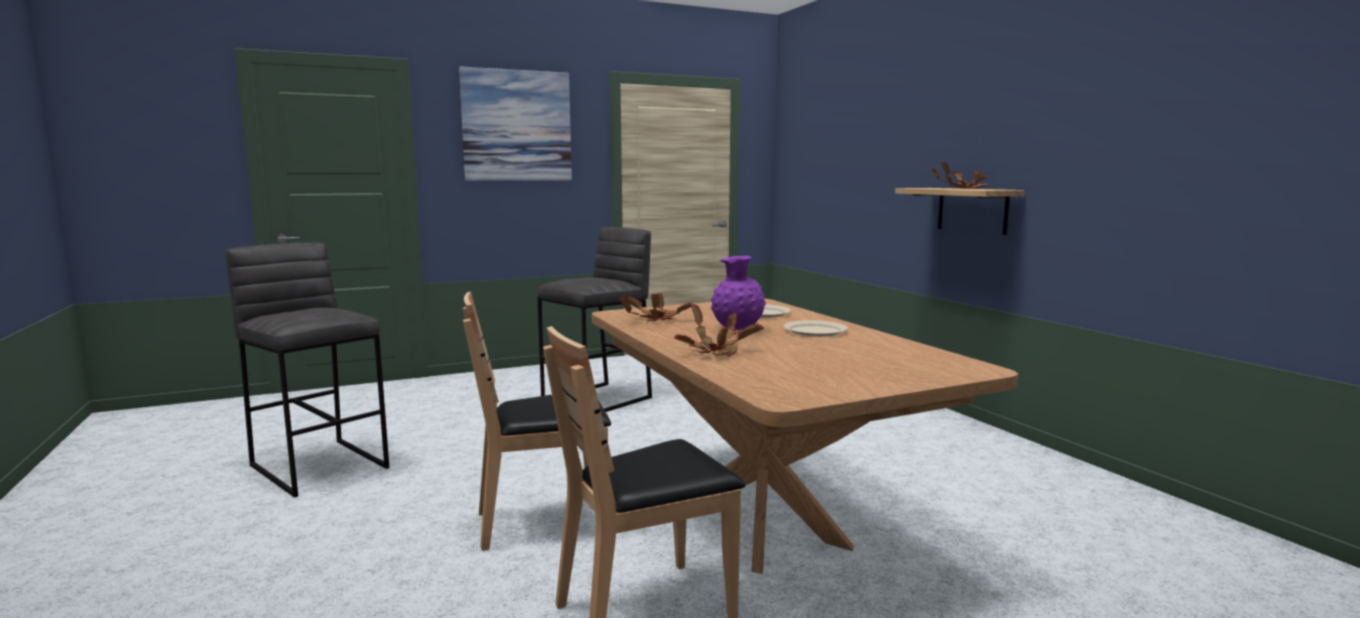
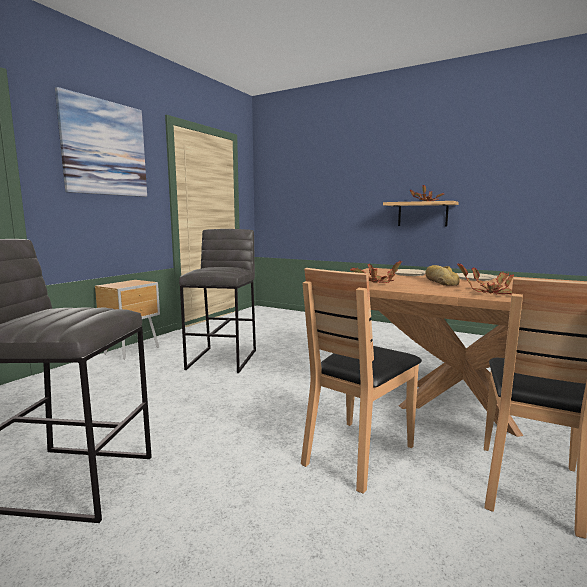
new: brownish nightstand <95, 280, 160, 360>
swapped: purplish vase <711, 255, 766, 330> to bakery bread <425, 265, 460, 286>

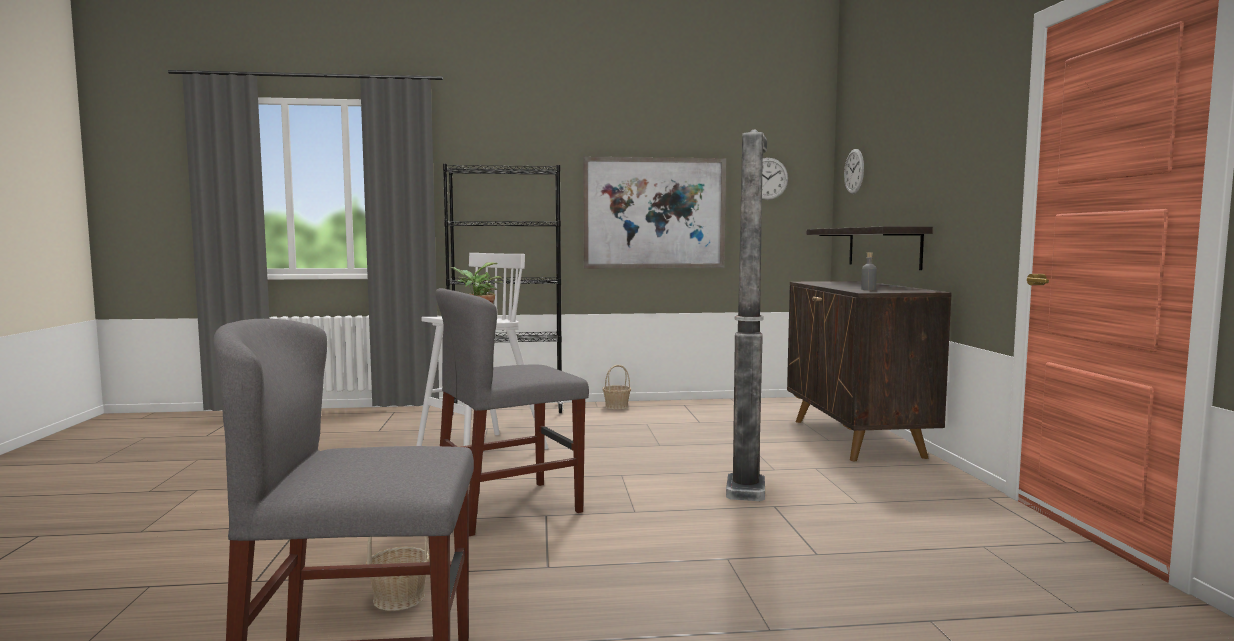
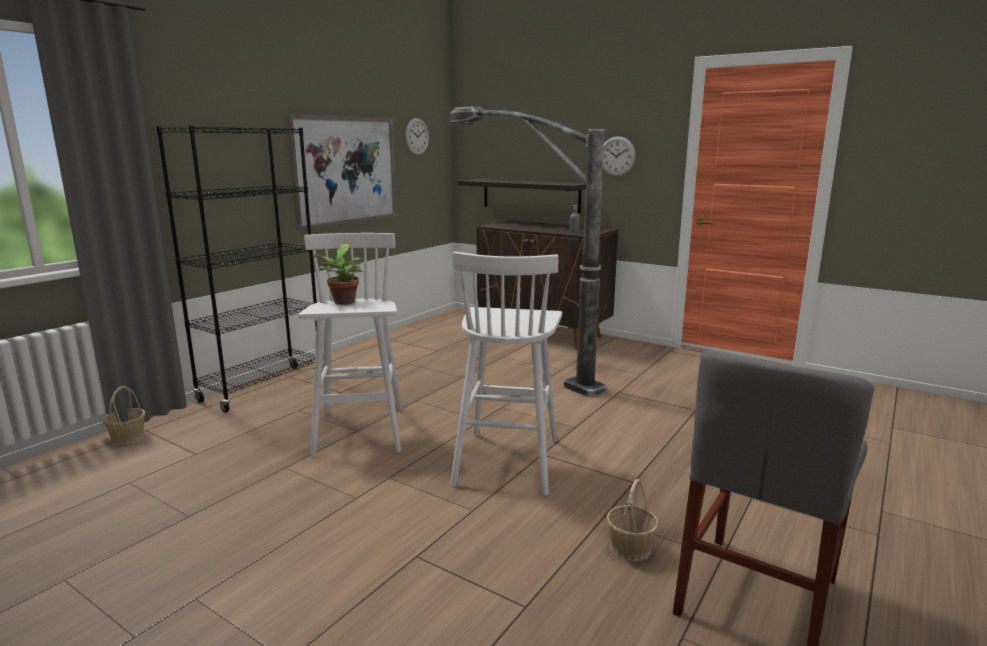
shifted: basket <602, 365, 631, 410> to <103, 386, 145, 445>; clock on the wall <844, 149, 864, 194> to <603, 136, 636, 176>
swapped: greyish plain chair <435, 288, 589, 536> to white-coloured stool <450, 251, 562, 496>

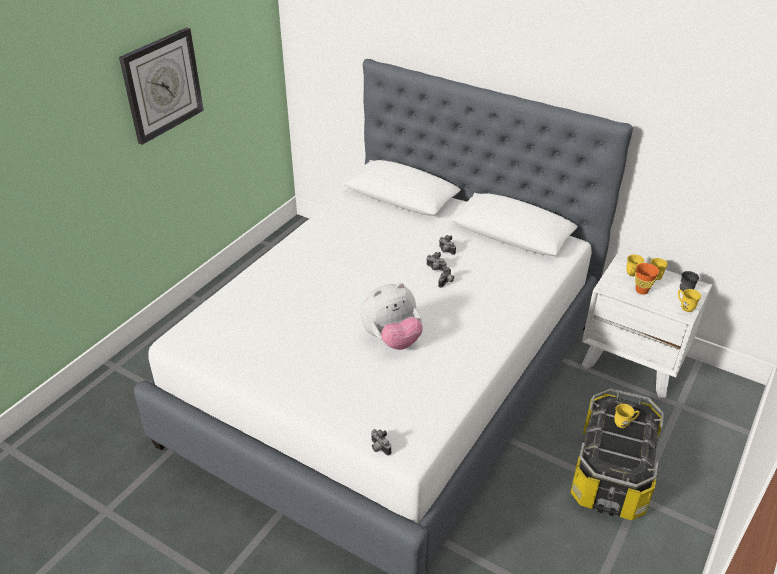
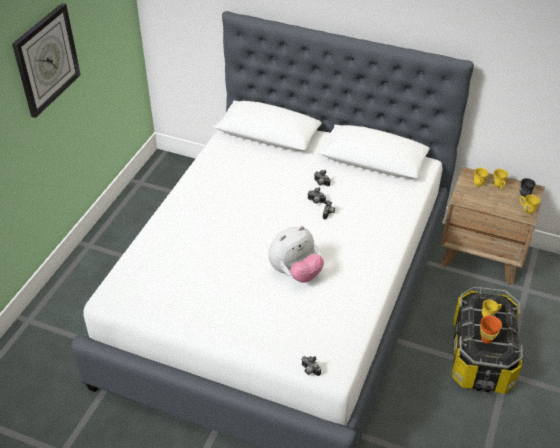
shifted: orange drinking cup <635, 263, 659, 295> to <480, 315, 502, 344>
repainted: white-coloured nightstand <581, 254, 712, 398> to brownish nightstand <441, 167, 545, 285>

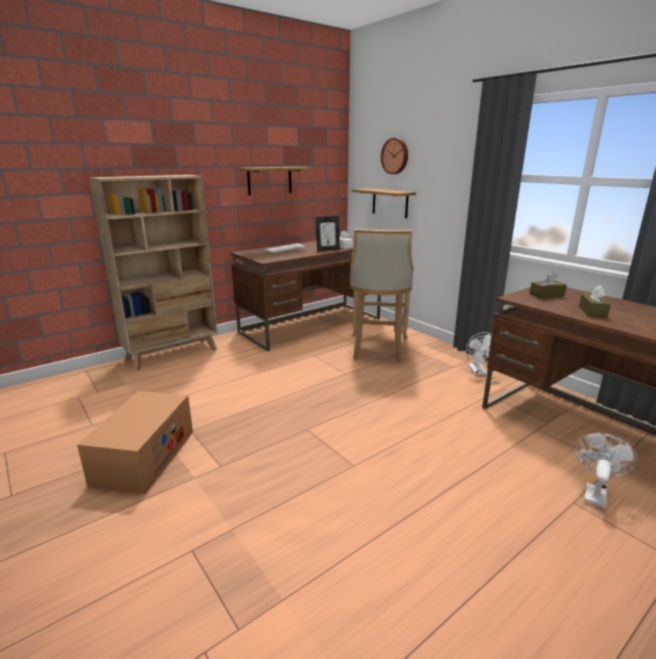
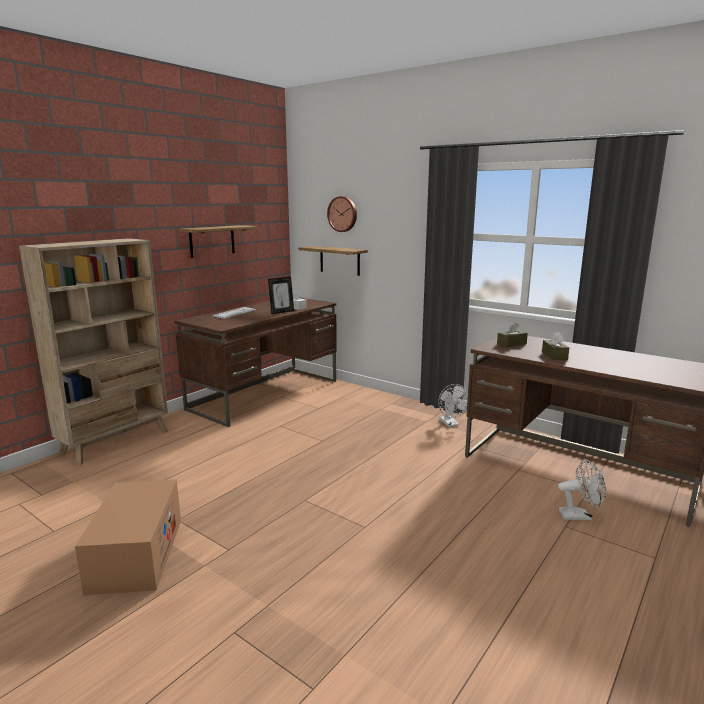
gone: sand-coloured stool <350, 229, 414, 362>
rotated: white-coloured cooling fan <574, 433, 638, 509> = <558, 459, 606, 520> 75 degrees clockwise

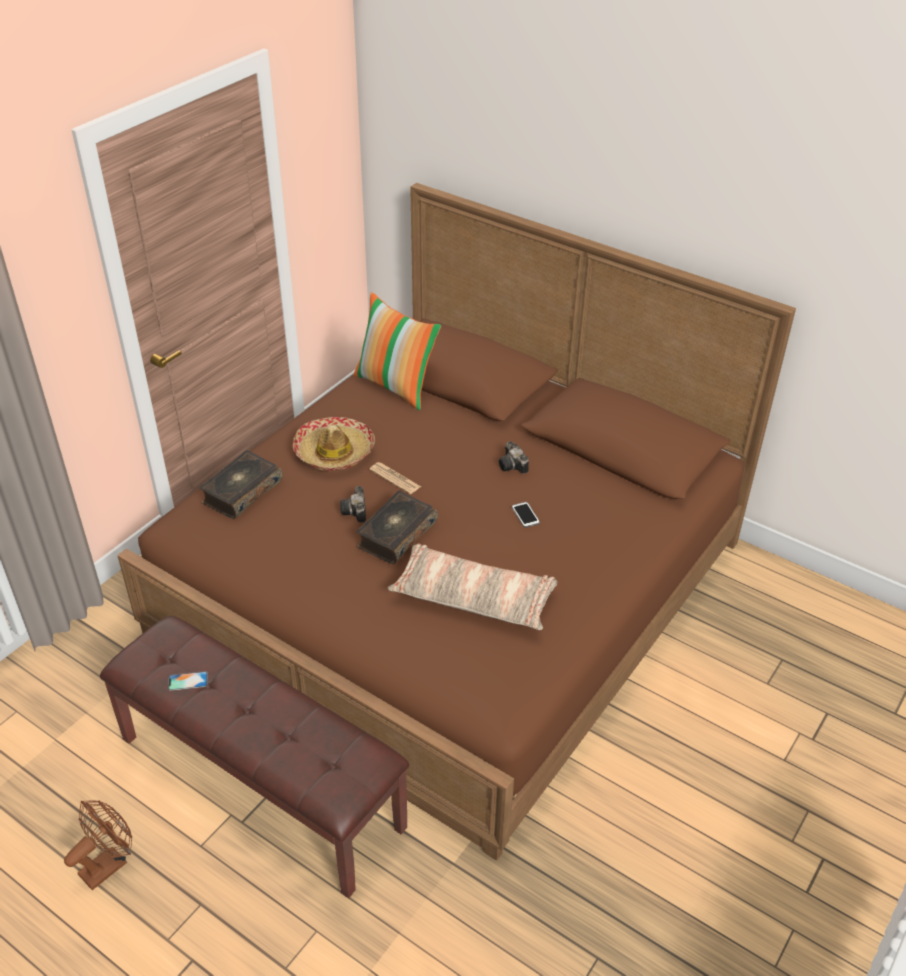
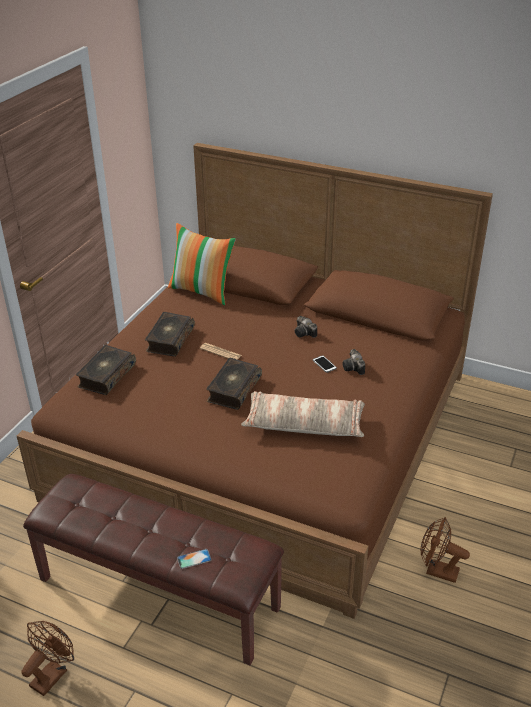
new: brownish cooling fan <421, 517, 470, 583>
shifted: telephone <168, 671, 208, 691> to <177, 549, 211, 569>; still camera <340, 486, 366, 523> to <343, 349, 365, 375>
swapped: hat <293, 417, 375, 471> to book <145, 312, 195, 357>

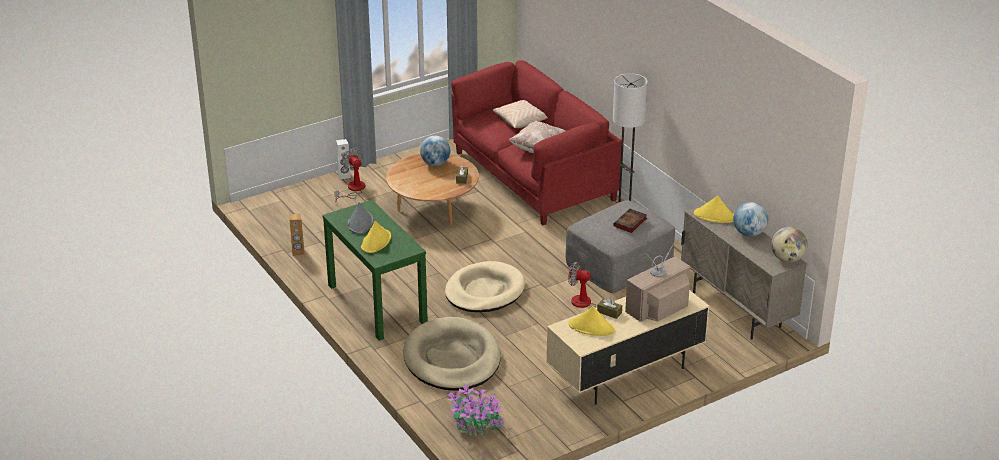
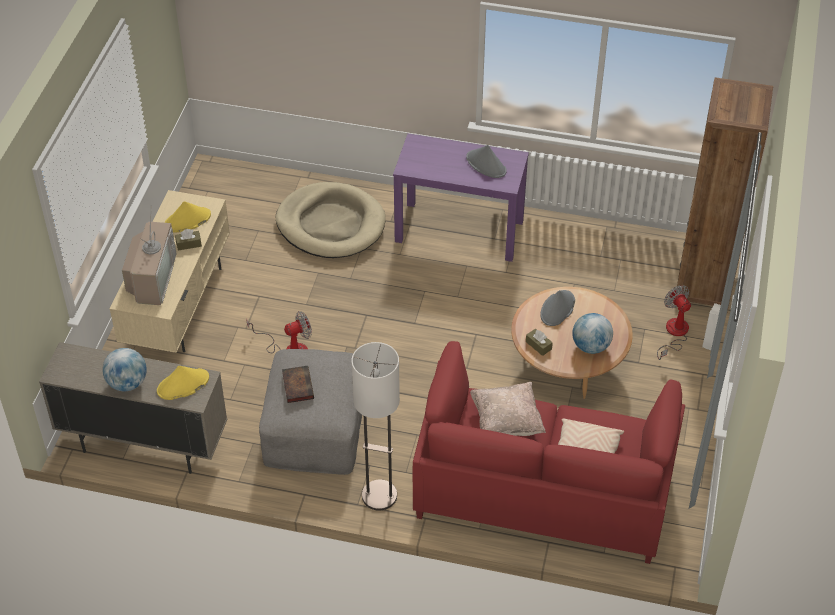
gone: brownish loudspeaker <289, 214, 305, 256>; yellow-coloured hat <361, 221, 391, 253>; sand-coloured dog bed <445, 261, 525, 312>; houseplant <447, 385, 505, 436>; globe <771, 227, 808, 262>
new: greyish hat <541, 290, 575, 326>; brownish shelving unit <677, 77, 773, 312>
repainted: greenish hall table <322, 200, 428, 341> to purplish hall table <393, 133, 529, 262>
rotated: cooling fan <335, 149, 365, 200> = <657, 285, 691, 360> 135 degrees counterclockwise

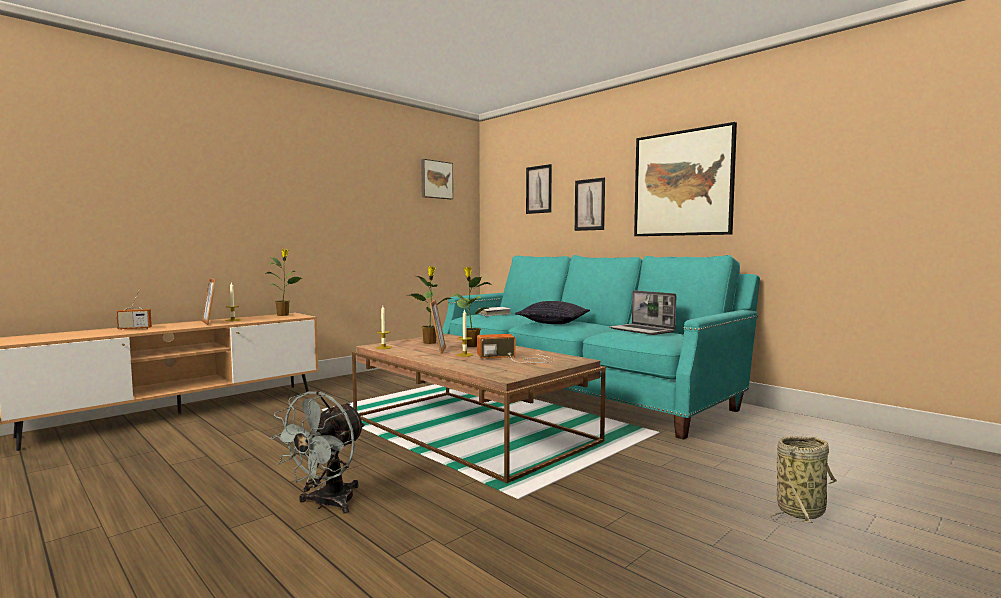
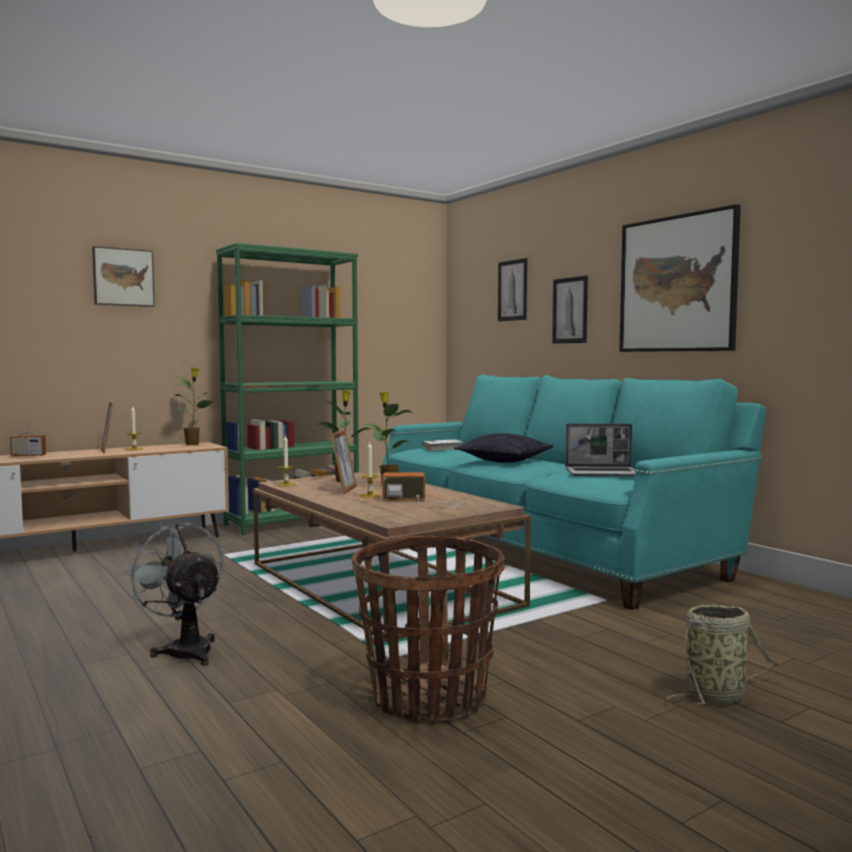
new: greenish shelving unit <216, 243, 359, 535>; basket <352, 536, 505, 723>
shifted: wall art <421, 159, 453, 199> to <92, 246, 155, 307>
rotated: greyish cooling fan <270, 391, 365, 514> = <125, 522, 224, 666> 105 degrees clockwise; portable computer <609, 290, 676, 335> = <565, 423, 636, 476> 60 degrees counterclockwise

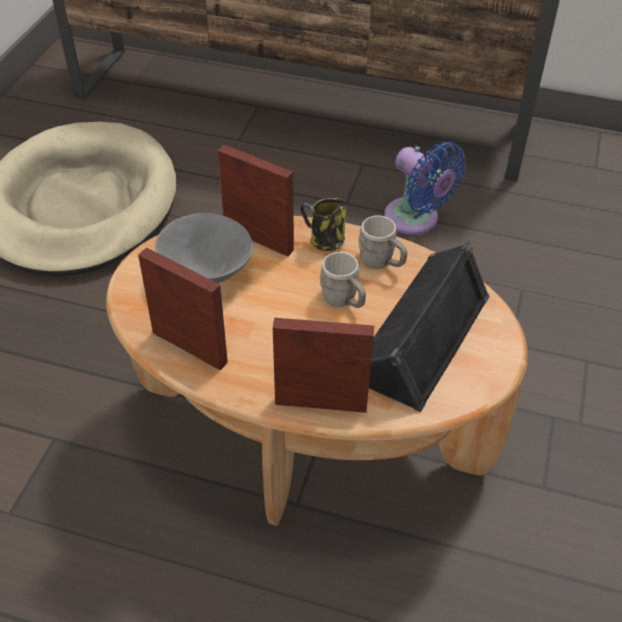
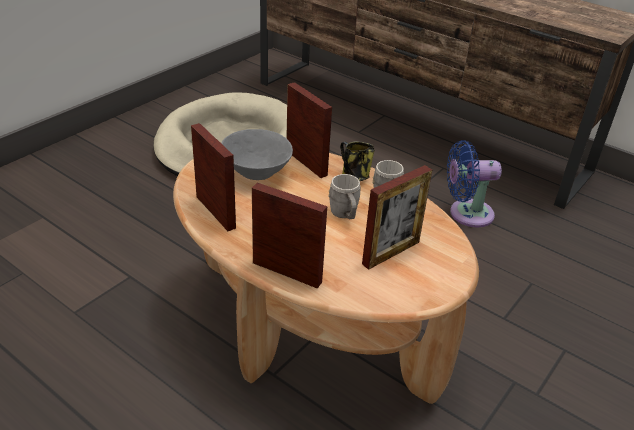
swapped: blackish loudspeaker <369, 242, 489, 412> to standing frame <362, 165, 432, 270>
rotated: blue-coloured cooling fan <384, 142, 466, 235> = <447, 140, 502, 227> 105 degrees clockwise

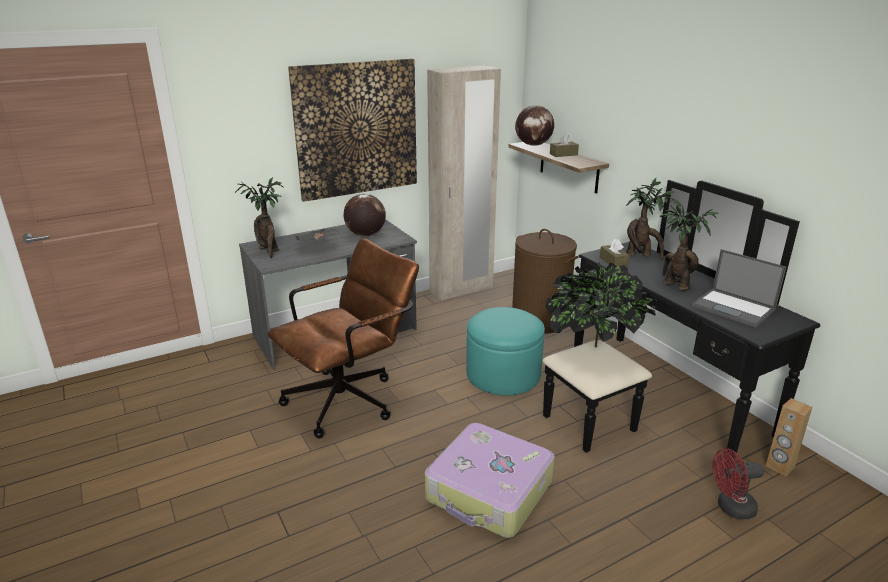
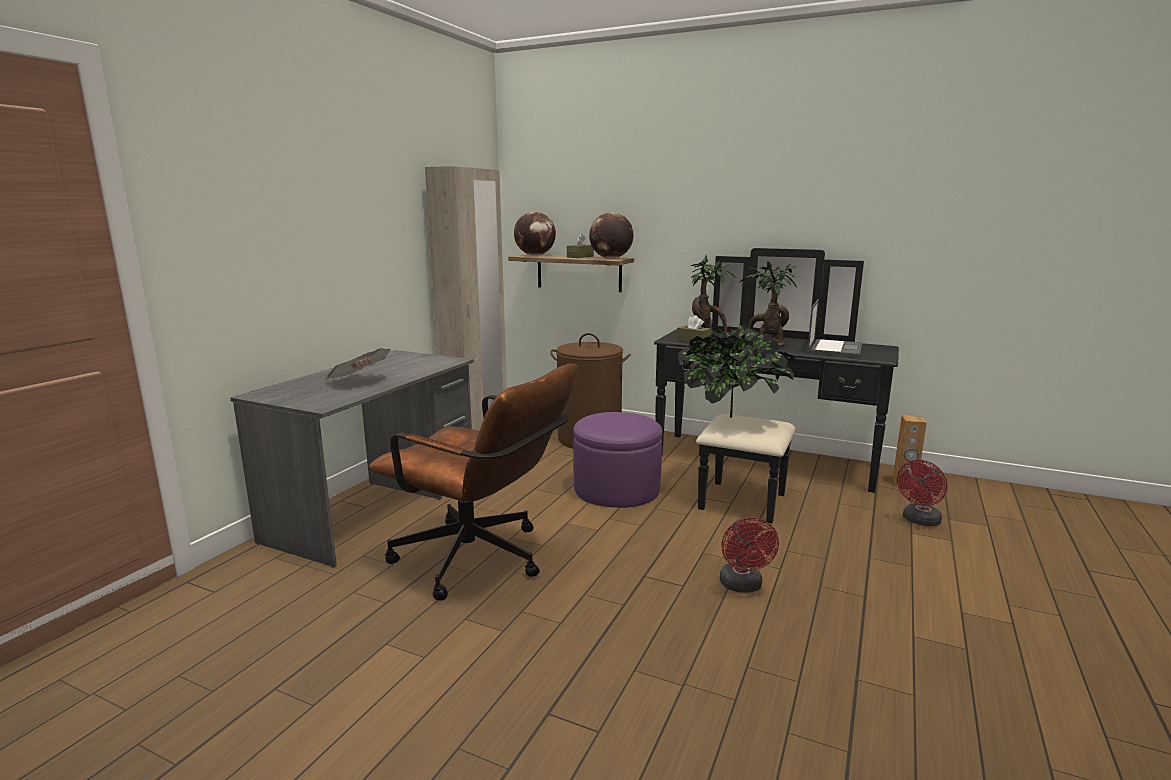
gone: houseplant <235, 177, 284, 258>; wall art <288, 59, 417, 202>
shifted: globe <343, 194, 386, 236> to <589, 212, 634, 259>
swapped: travel case <425, 423, 555, 538> to reddish cooling fan <720, 517, 779, 593>
repainted: turquoise ottoman <466, 307, 545, 396> to purplish ottoman <573, 412, 662, 508>
rotated: brownish computer chair <267, 238, 419, 438> = <369, 363, 578, 601> 105 degrees clockwise; portable computer <691, 249, 786, 328> = <807, 299, 862, 357> 75 degrees counterclockwise

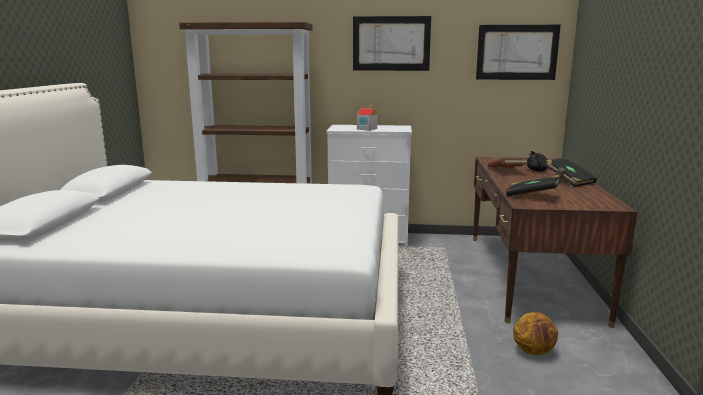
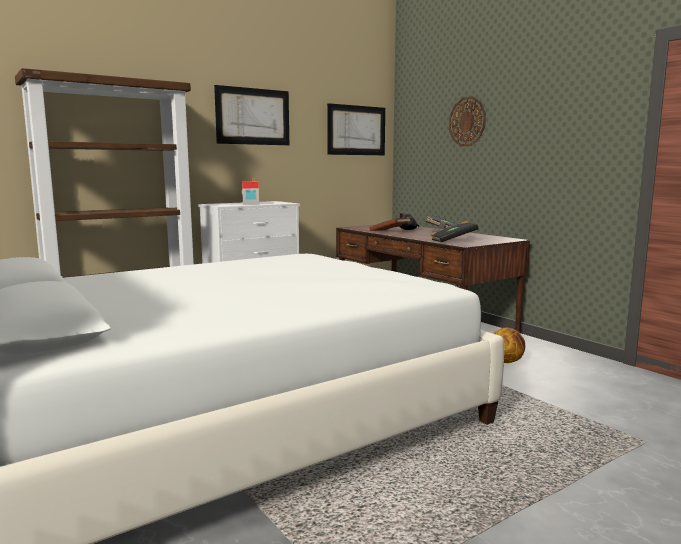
new: clock on the wall <449, 96, 486, 146>

